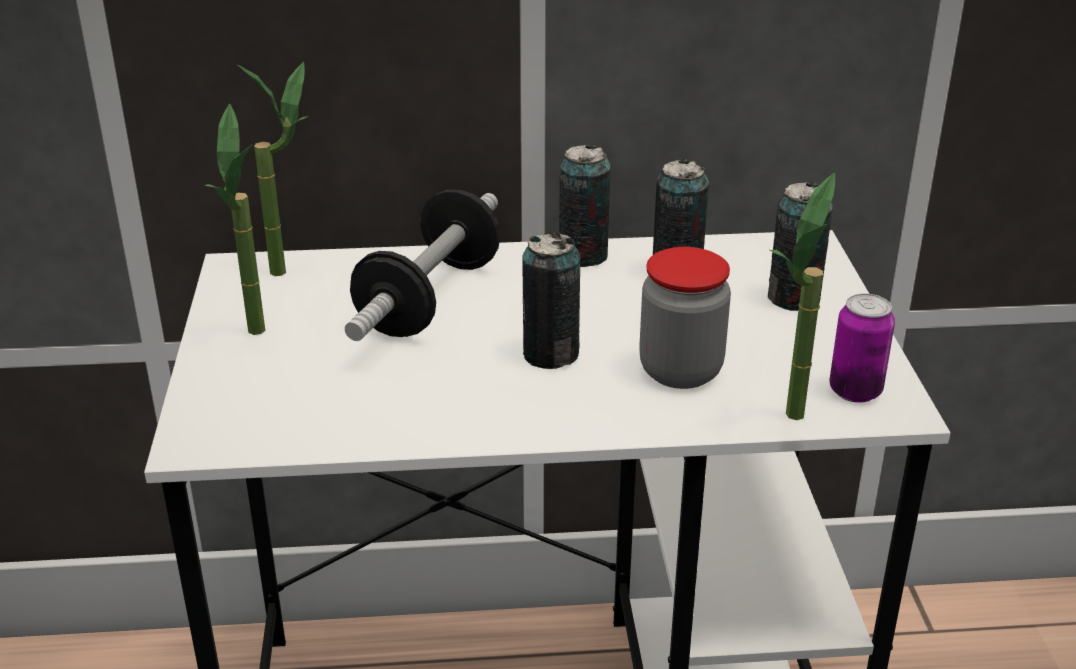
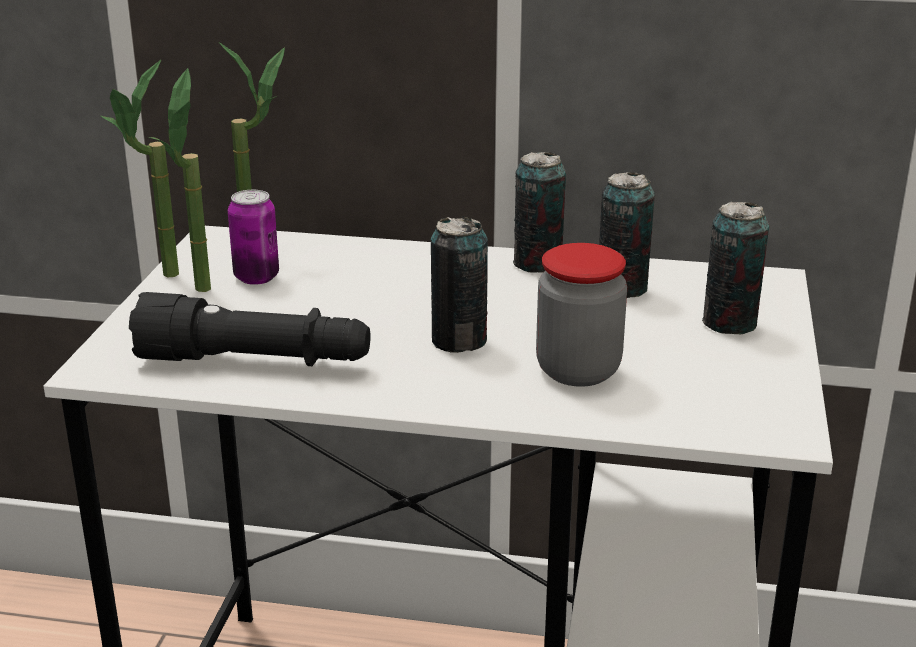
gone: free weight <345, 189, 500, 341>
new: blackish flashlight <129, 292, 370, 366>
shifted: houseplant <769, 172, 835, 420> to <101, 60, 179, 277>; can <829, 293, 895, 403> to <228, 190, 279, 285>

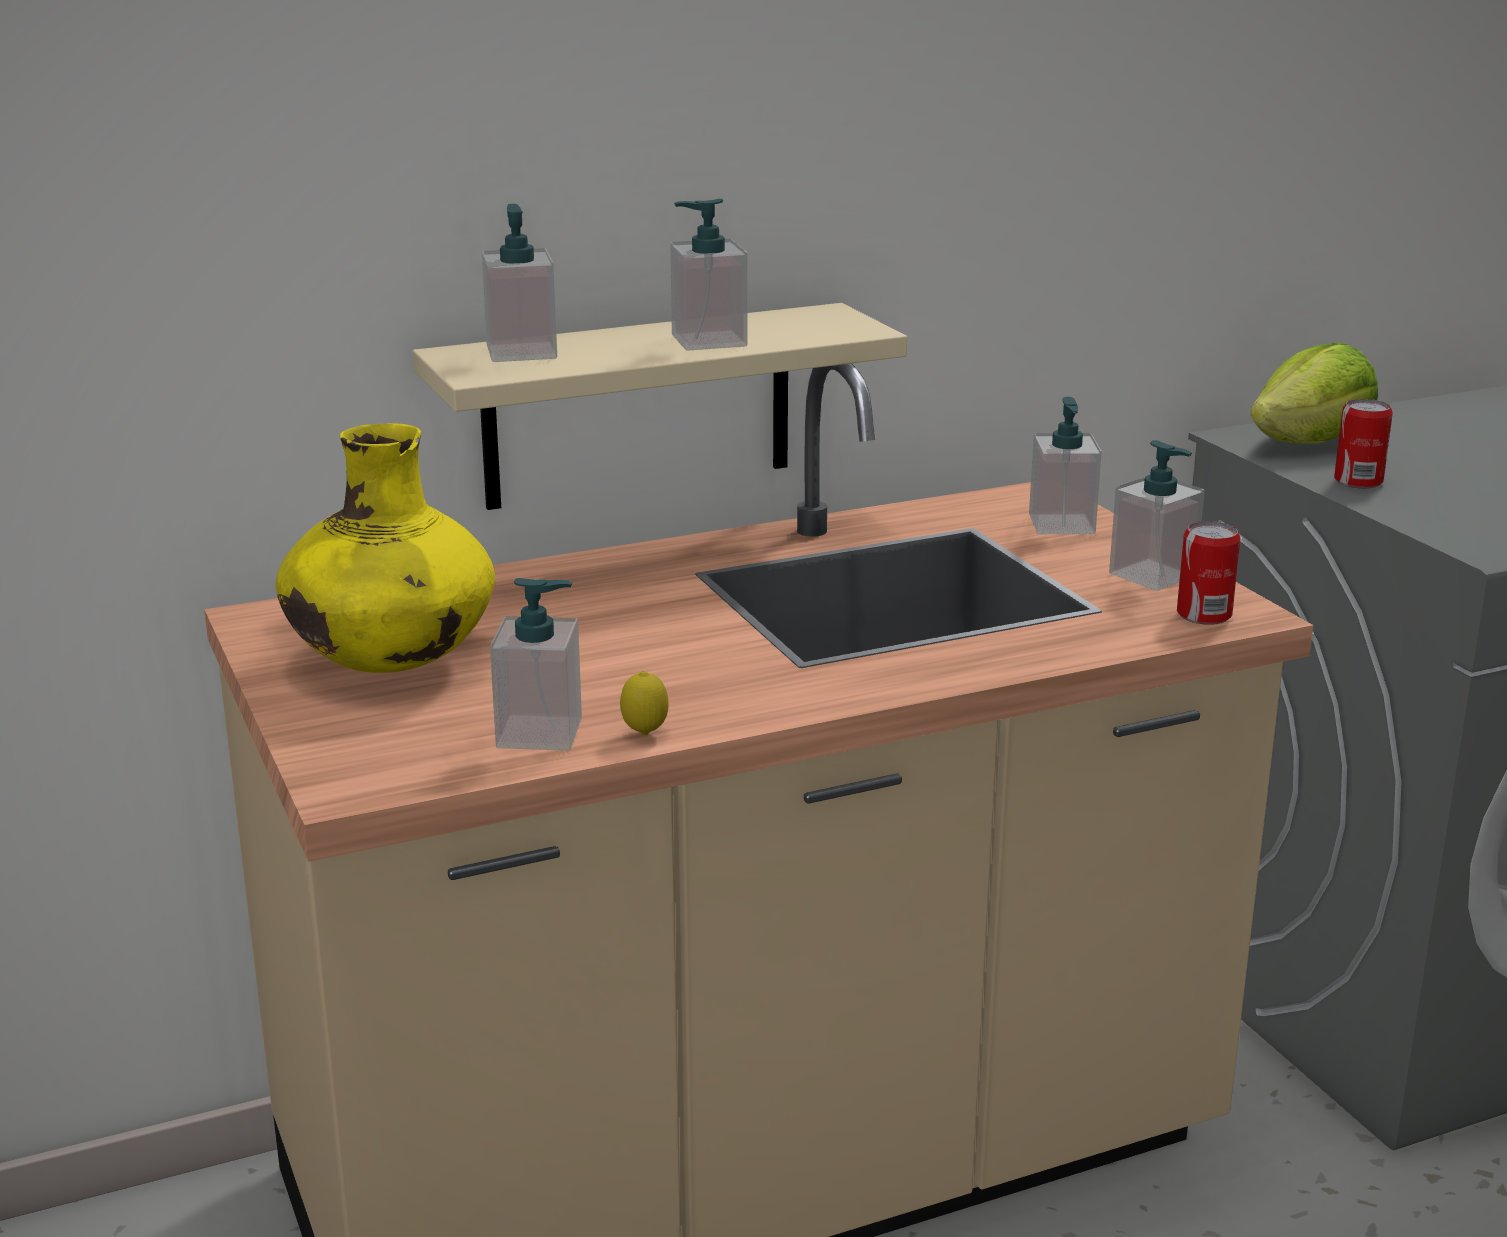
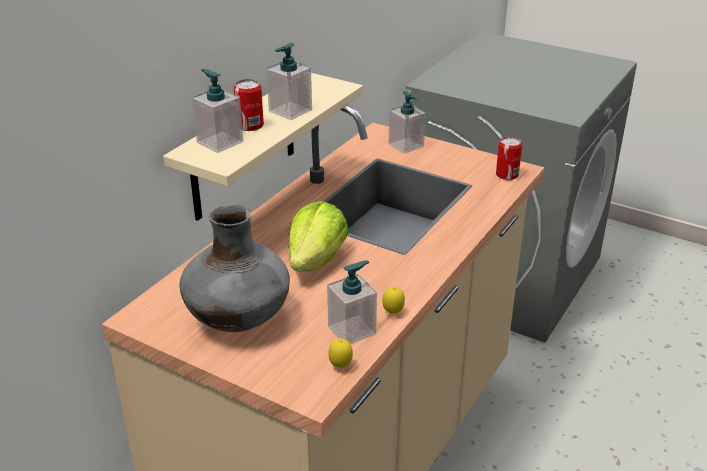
gone: liquid soap bottle <1109, 440, 1205, 591>
new: citrus fruit <328, 338, 353, 368>
shifted: head of lettuce <1250, 343, 1378, 444> to <288, 201, 349, 272>; can <1334, 399, 1393, 488> to <234, 79, 264, 131>
repainted: yellow-coloured vase <275, 423, 495, 673> to greyish vase <180, 204, 290, 332>

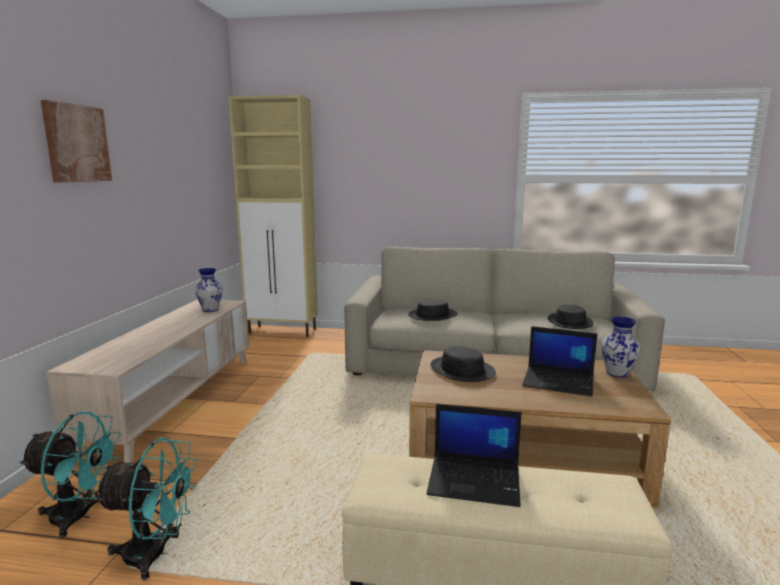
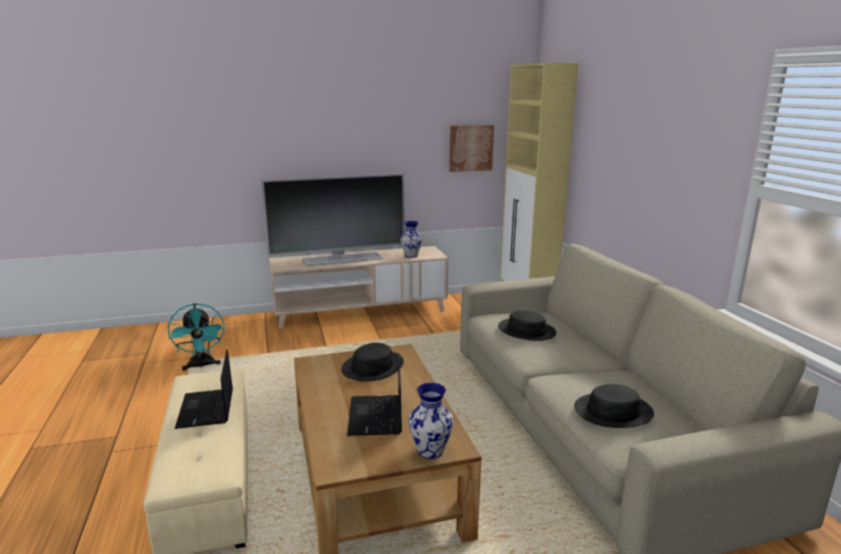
gone: turquoise cooling fan <19, 411, 121, 538>
new: TV <261, 173, 405, 266>
shifted: wall art <41, 100, 112, 183> to <449, 125, 494, 172>

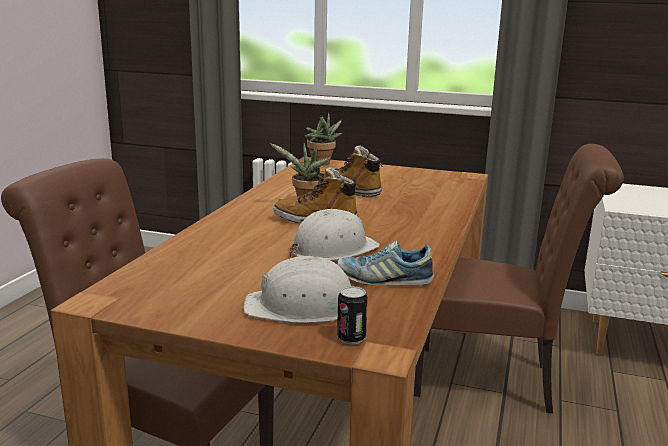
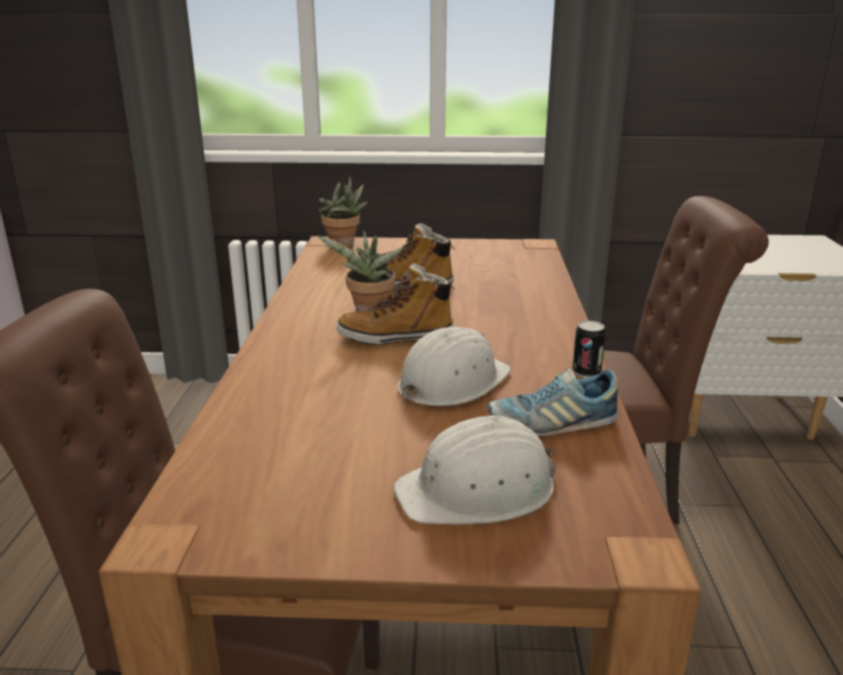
shifted: can <337, 286, 368, 344> to <572, 321, 606, 378>

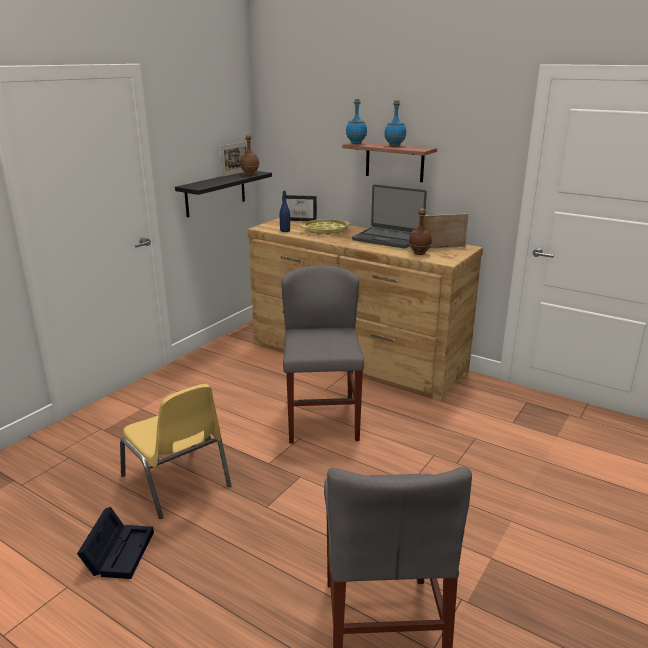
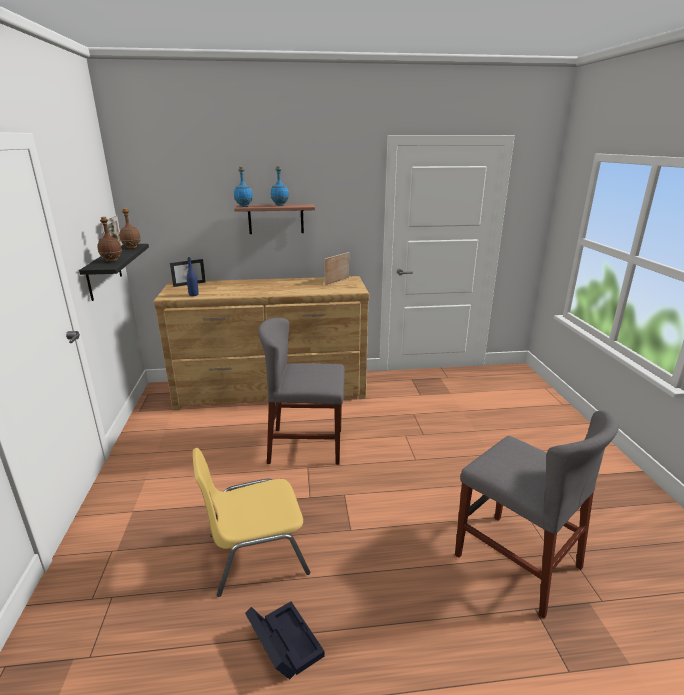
gone: yellow-coloured carrying tray <301, 219, 350, 235>; portable computer <352, 185, 427, 248>
shifted: brownish drink bottle <409, 209, 432, 255> to <97, 217, 122, 262>
rotated: yellow-coloured plain chair <120, 384, 232, 519> = <193, 448, 310, 597> 150 degrees clockwise; greyish plain chair <281, 266, 364, 444> = <258, 318, 345, 465> 45 degrees counterclockwise

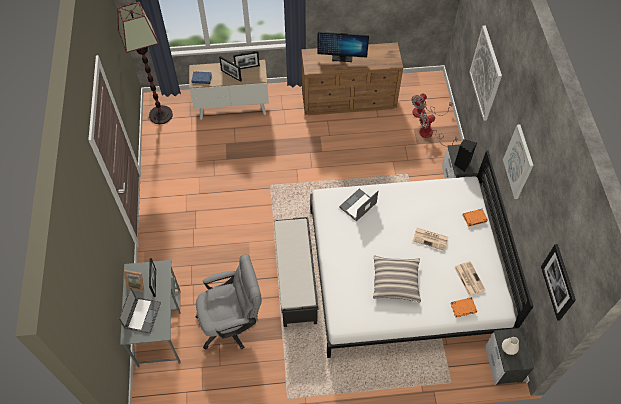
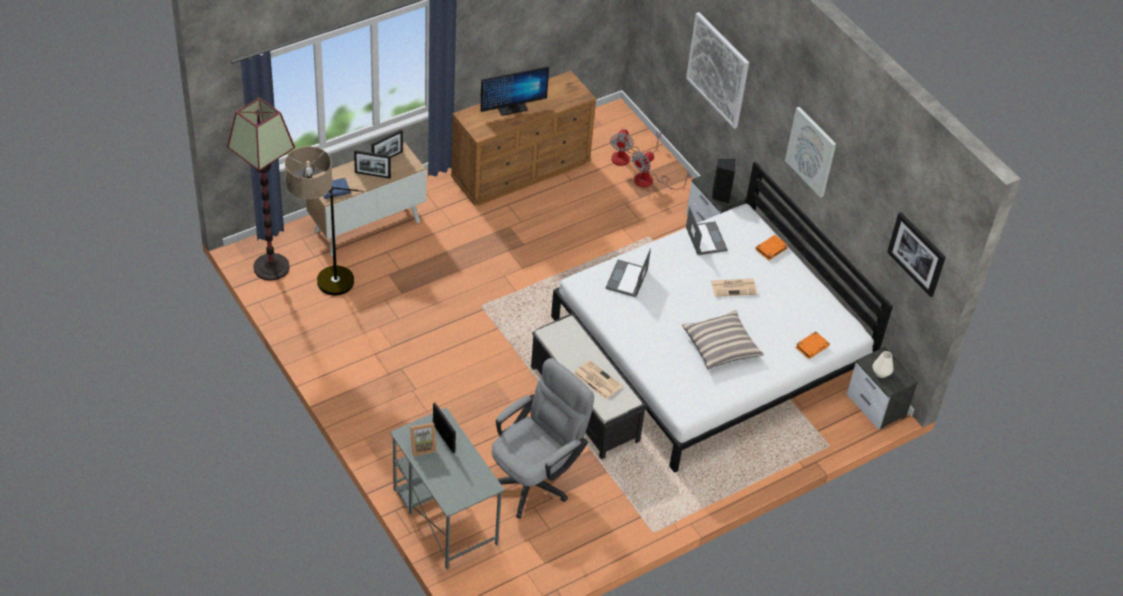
new: floor lamp <285, 146, 364, 295>
shifted: portable computer <119, 287, 161, 334> to <686, 206, 728, 255>; daily paper <454, 261, 486, 296> to <574, 360, 623, 400>

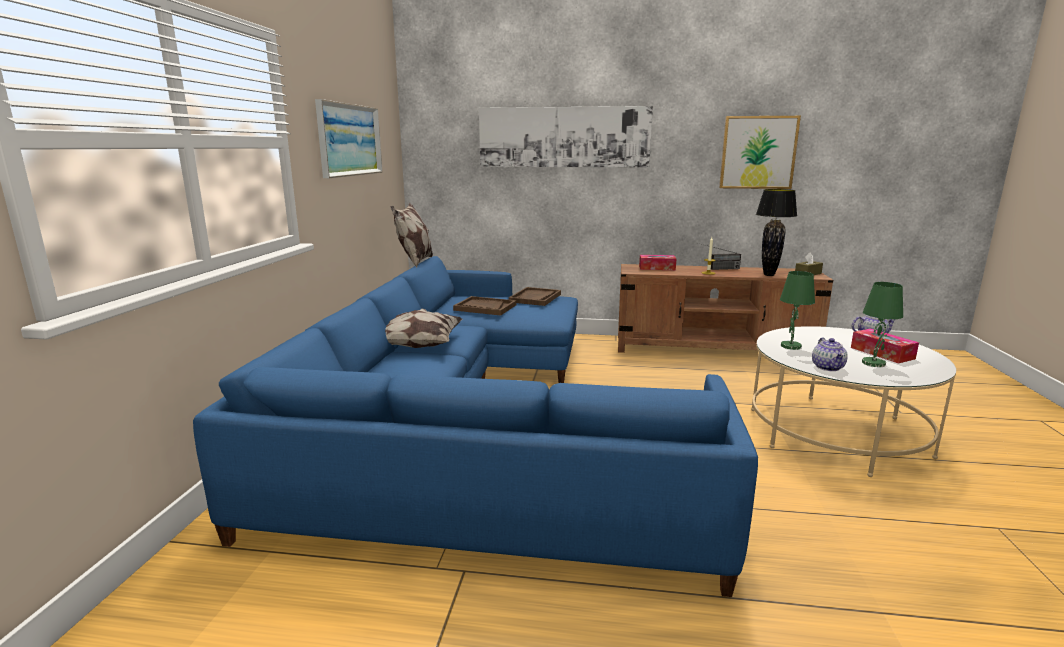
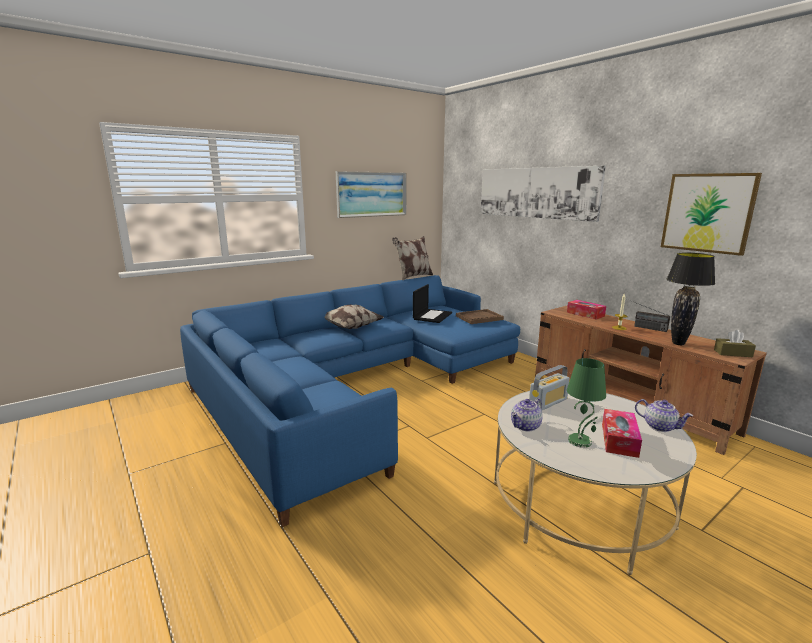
swapped: brownish carrying tray <453, 296, 517, 316> to portable computer <413, 284, 452, 323>; greenish lamp for a table <780, 271, 815, 350> to radio <529, 365, 570, 410>

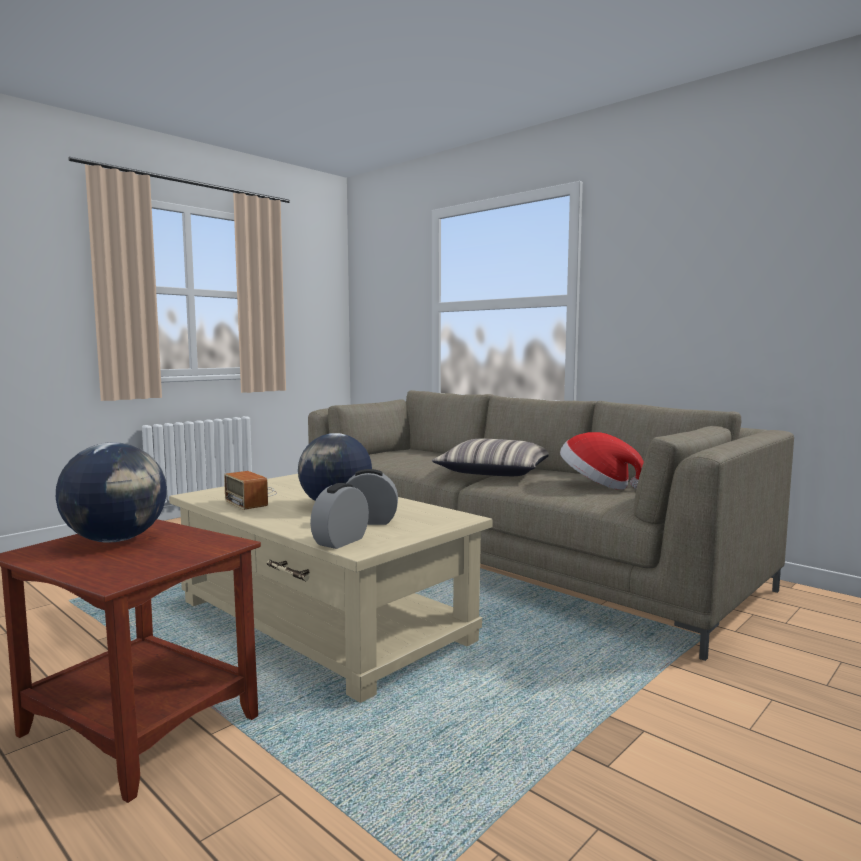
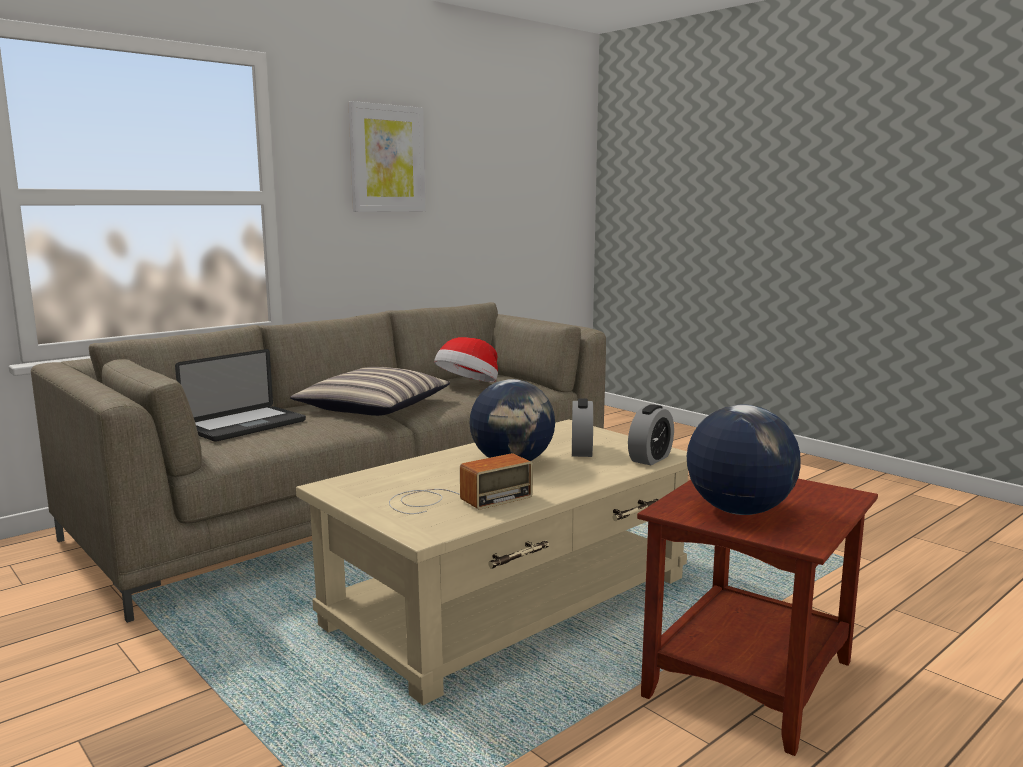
new: portable computer <175, 349, 306, 442>; wall art <348, 101, 426, 212>
rotated: bedside clock <310, 483, 369, 549> = <628, 404, 674, 465> 90 degrees counterclockwise

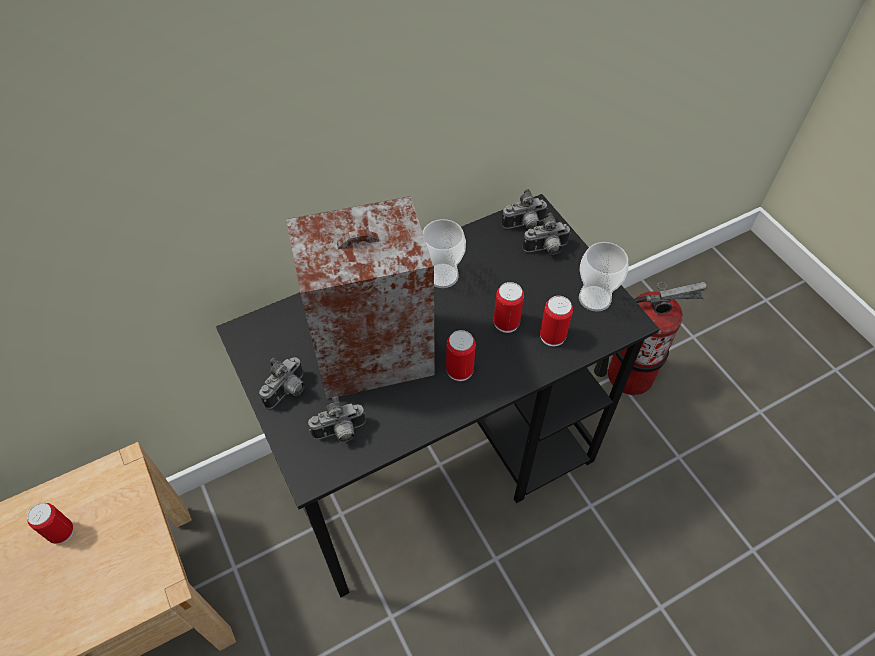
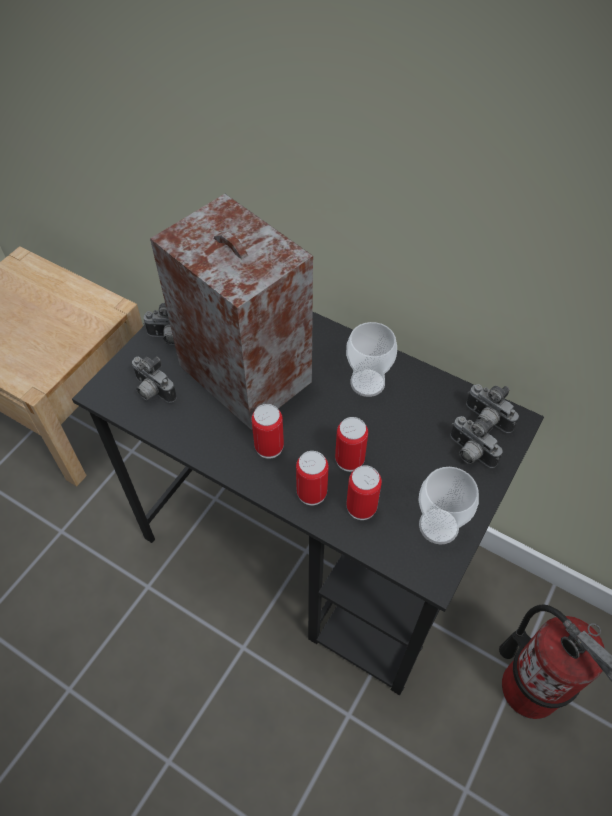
shifted: can <27, 503, 74, 544> to <296, 451, 329, 505>

